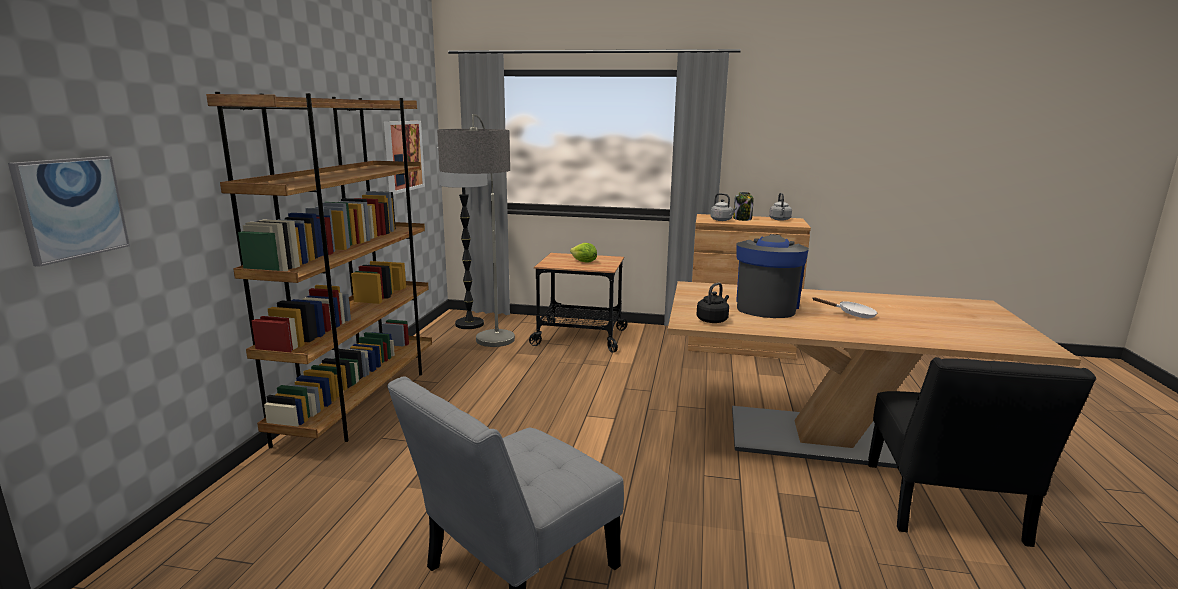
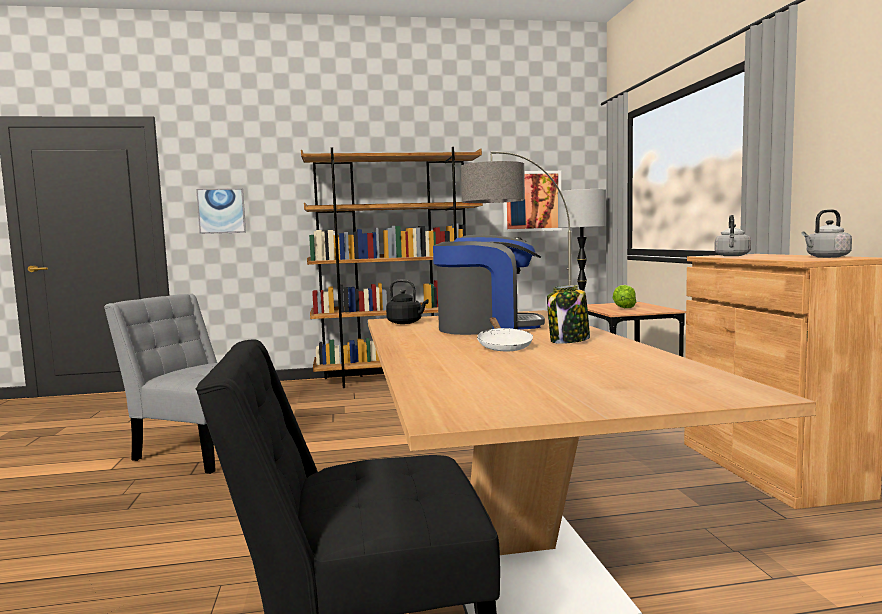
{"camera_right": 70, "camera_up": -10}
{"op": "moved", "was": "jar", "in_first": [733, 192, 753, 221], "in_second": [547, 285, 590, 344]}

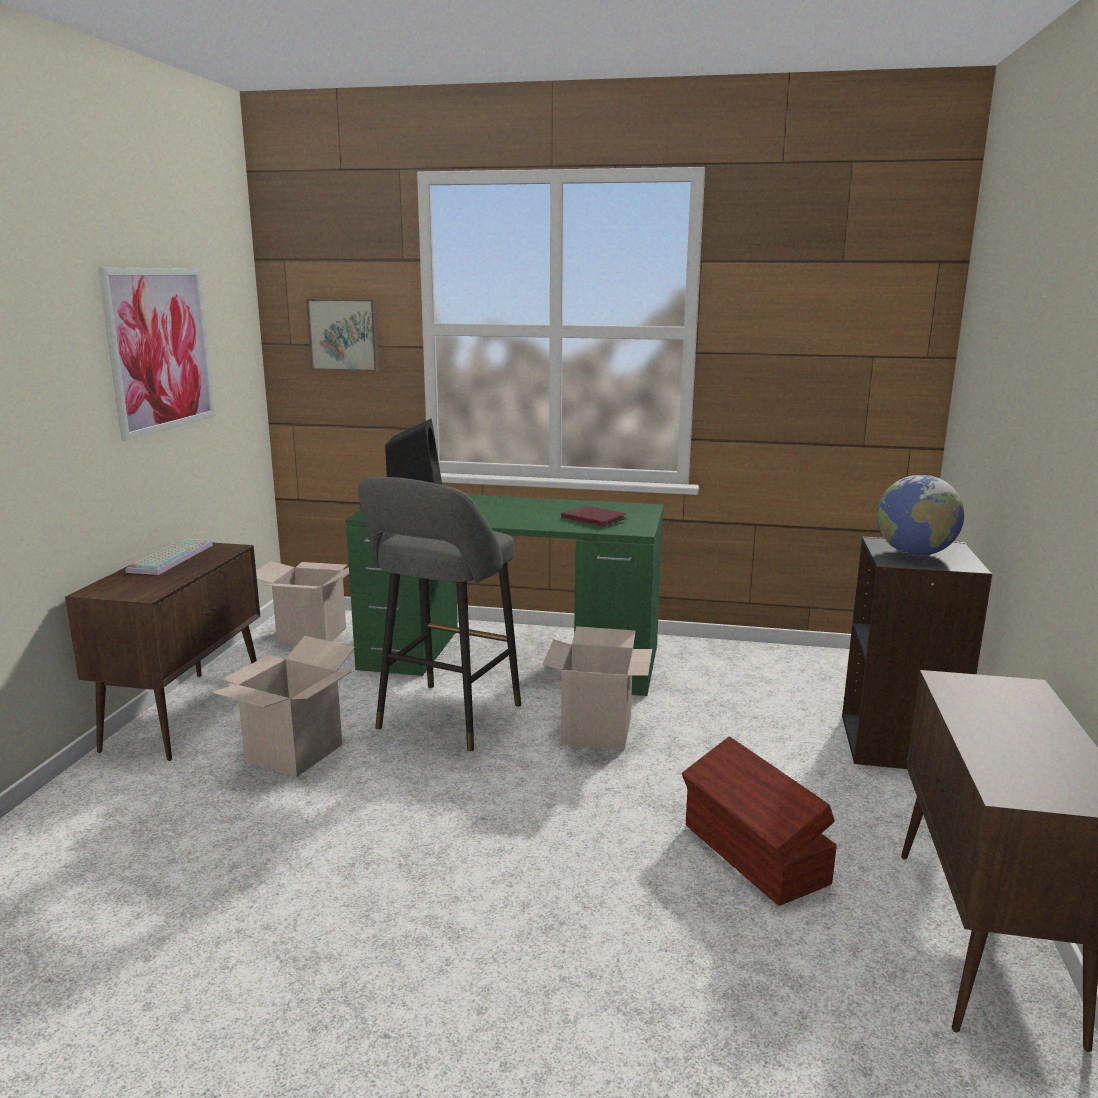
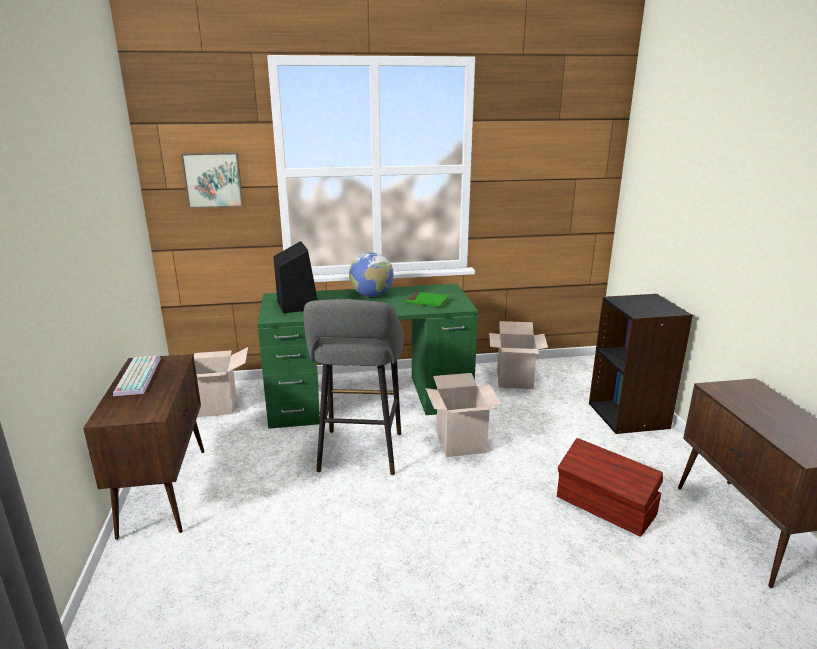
{"camera_right": -20, "camera_up": 5}
{"op": "moved", "was": "world globe", "in_first": [877, 475, 965, 556], "in_second": [349, 252, 394, 297]}
{"op": "recoloured", "was": "book (red)", "now": "book (greenish)", "in_first": [561, 505, 627, 527], "in_second": [406, 292, 449, 307]}
{"op": "moved", "was": "packing box", "in_first": [210, 636, 355, 777], "in_second": [489, 321, 548, 389]}
{"op": "removed", "was": "wall picture", "in_first": [98, 267, 215, 441]}

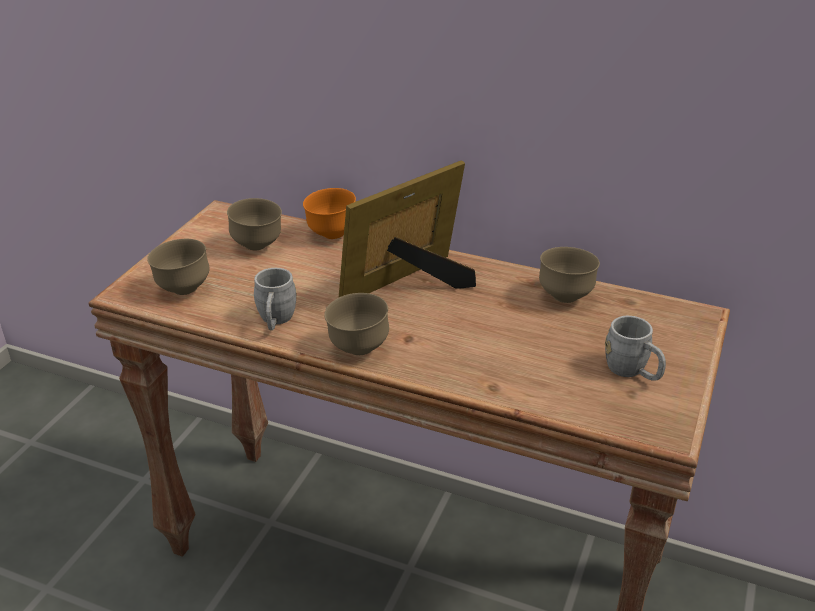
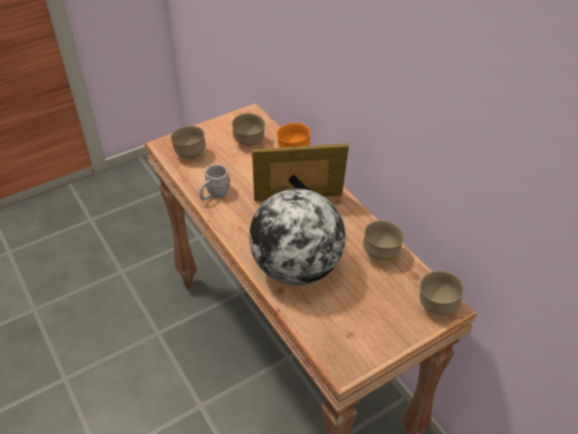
{"camera_right": 35, "camera_up": 10}
{"op": "added", "now": "world globe", "in_second": [249, 189, 345, 285]}
{"op": "moved", "was": "serving bowl (brown)", "in_first": [324, 293, 389, 355], "in_second": [420, 271, 464, 315]}
{"op": "removed", "was": "tea mug (gray)", "in_first": [605, 316, 666, 381]}

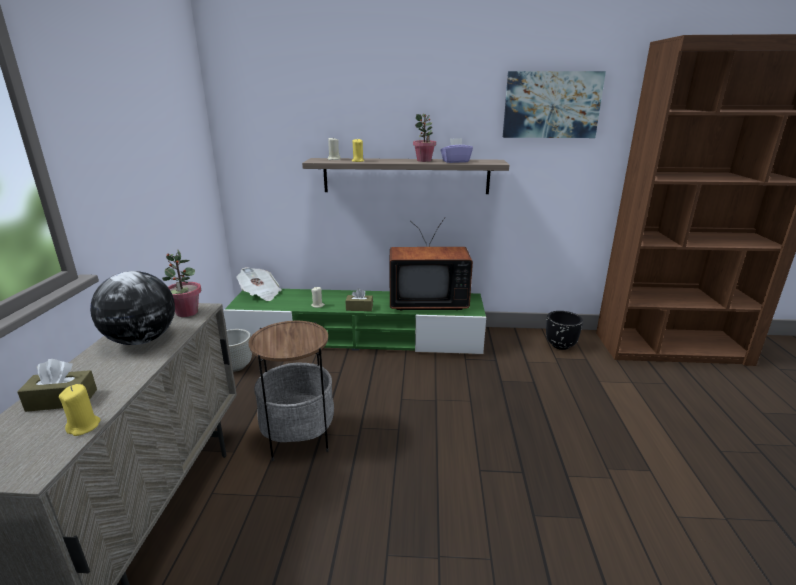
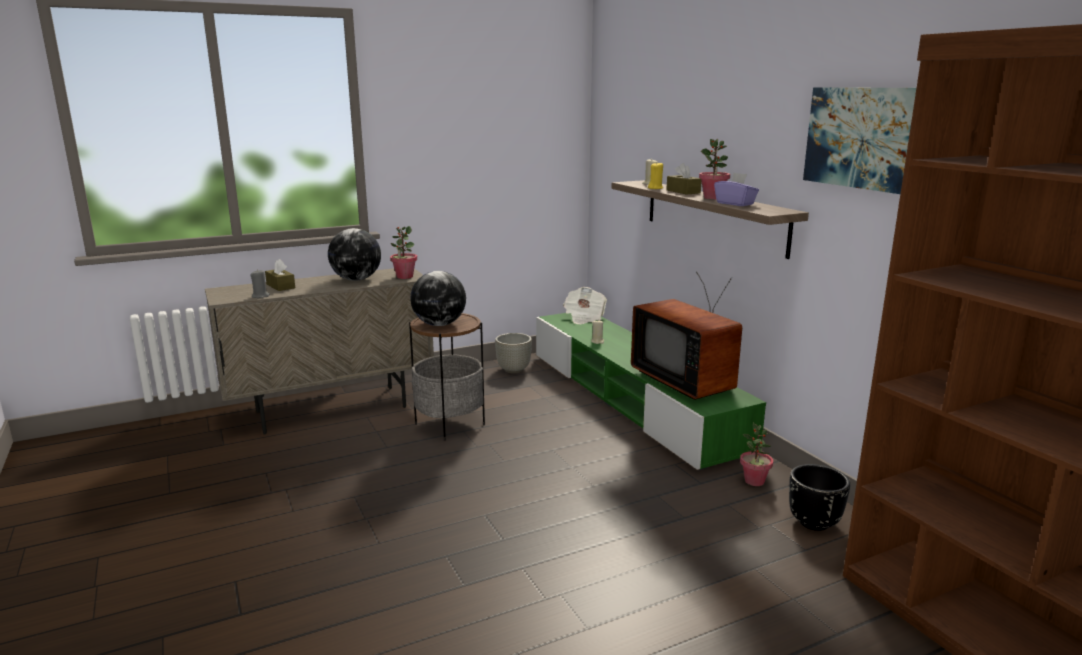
{"camera_right": 60, "camera_up": -5}
{"op": "recoloured", "was": "wax light (yellow-coloured)", "now": "wax light (gray)", "in_first": [59, 384, 101, 436], "in_second": [250, 269, 270, 298]}
{"op": "added", "now": "world globe", "in_second": [410, 271, 466, 326]}
{"op": "moved", "was": "tissue holder (brown)", "in_first": [346, 288, 373, 311], "in_second": [666, 163, 702, 195]}
{"op": "added", "now": "plant in a pot", "in_second": [740, 423, 773, 486]}

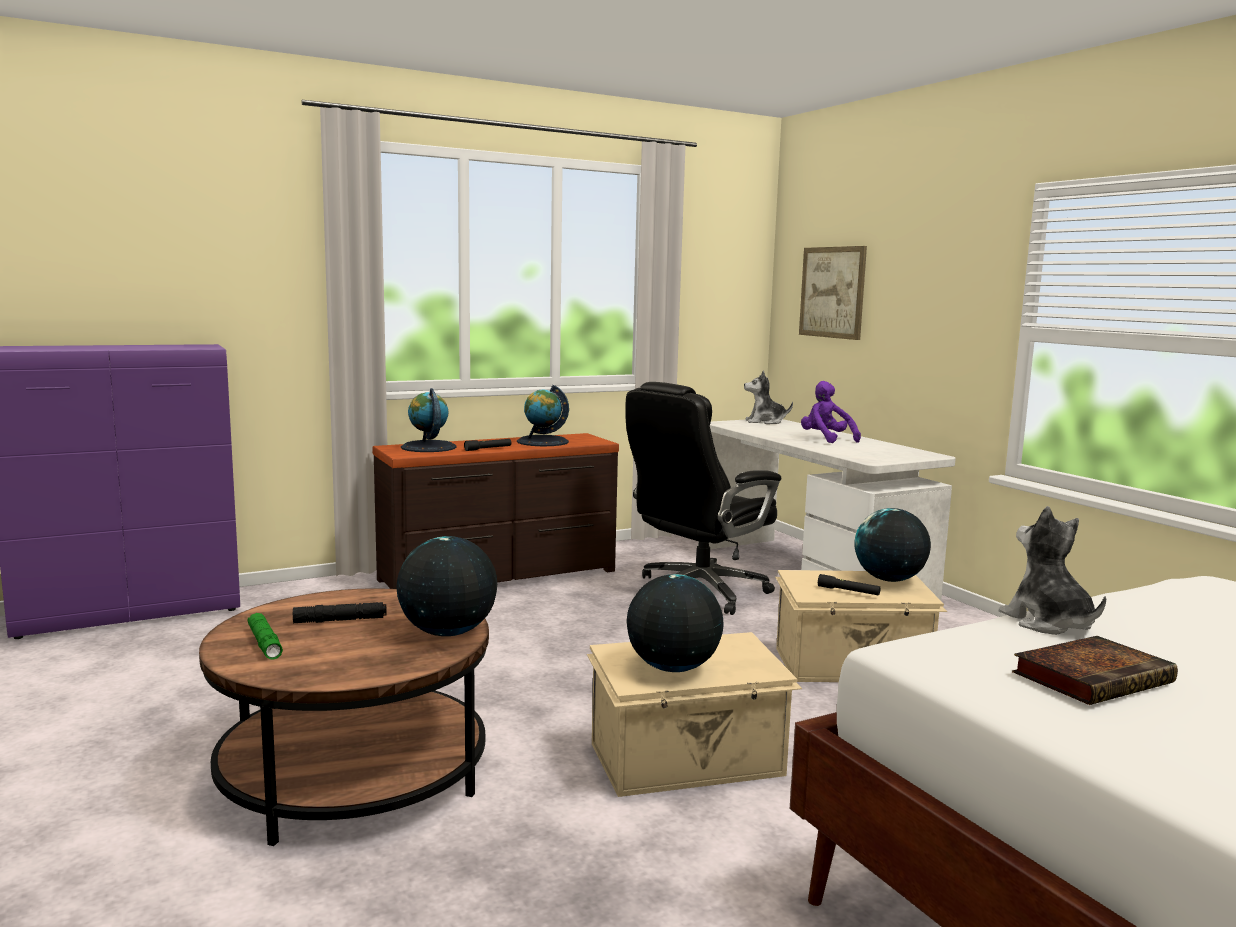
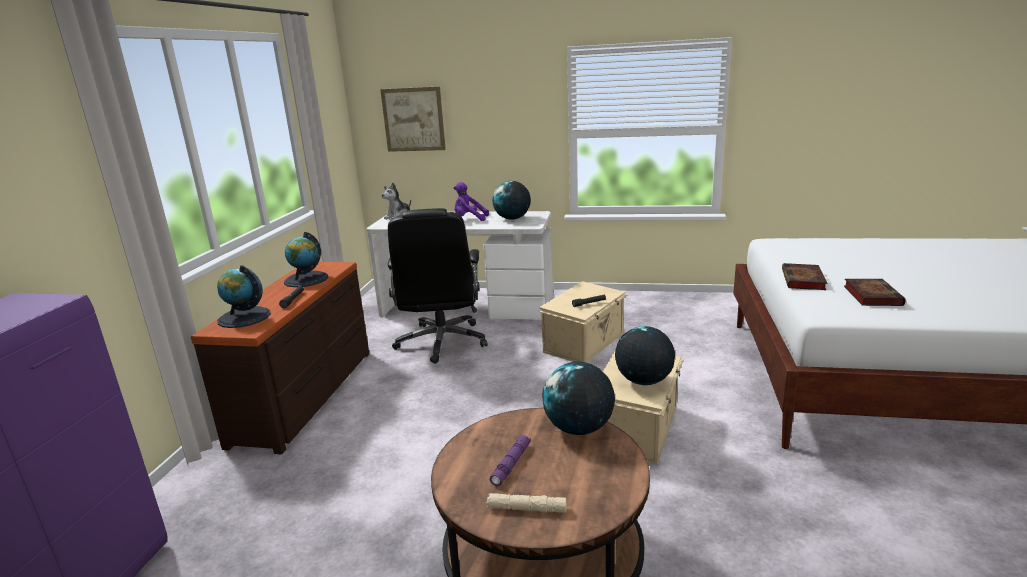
{"camera_right": -50, "camera_up": 10}
{"op": "recoloured", "was": "hand torch (greenish)", "now": "hand torch (sand-coloured)", "in_first": [248, 613, 283, 660], "in_second": [485, 493, 566, 513]}
{"op": "recoloured", "was": "hand torch (black-coloured)", "now": "hand torch (purple)", "in_first": [293, 602, 387, 623], "in_second": [489, 435, 531, 487]}
{"op": "moved", "was": "world globe", "in_first": [854, 508, 931, 582], "in_second": [492, 181, 531, 220]}
{"op": "replaced", "was": "plush toy", "now": "book", "in_first": [999, 506, 1106, 635], "in_second": [782, 263, 827, 290]}

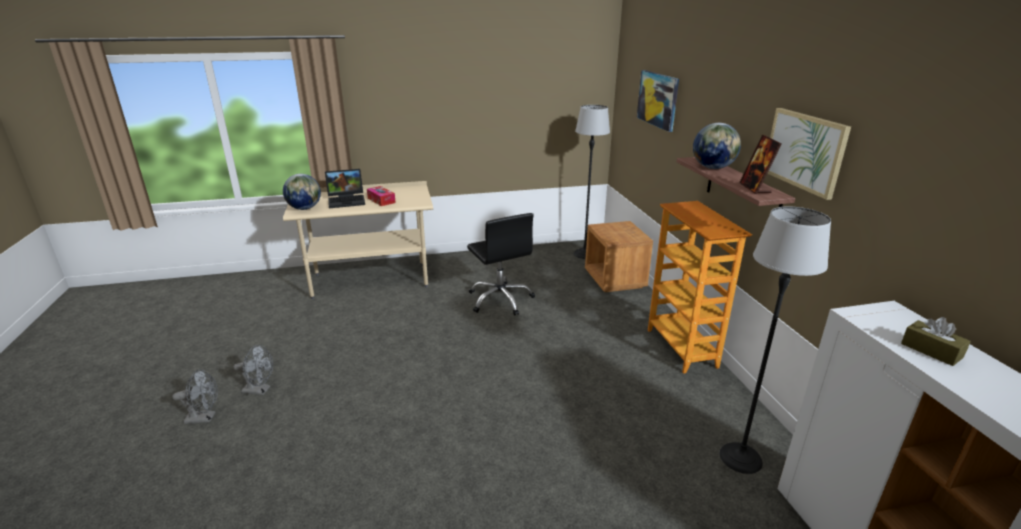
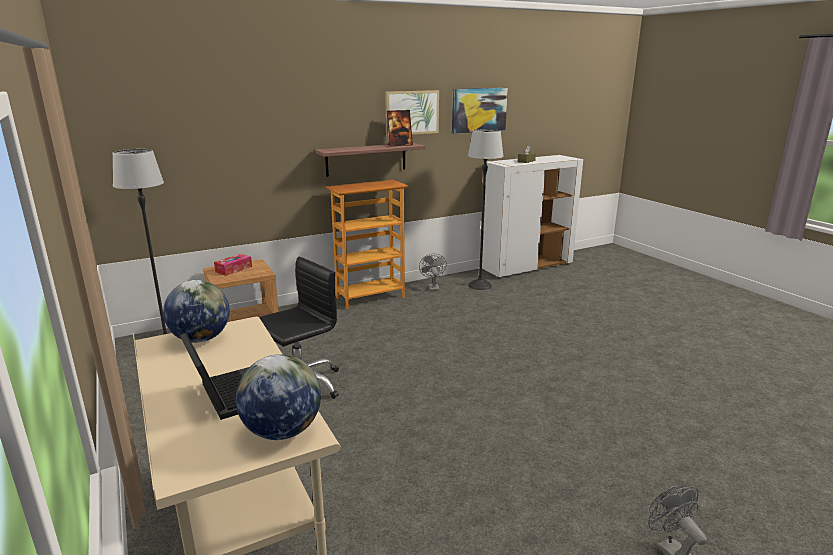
{"camera_right": -105, "camera_up": -5}
{"op": "moved", "was": "world globe", "in_first": [693, 123, 741, 169], "in_second": [163, 280, 230, 343]}
{"op": "moved", "was": "tissue holder", "in_first": [367, 186, 396, 206], "in_second": [214, 254, 252, 276]}
{"op": "moved", "was": "electric fan (gray)", "in_first": [234, 345, 273, 395], "in_second": [419, 254, 446, 291]}
{"op": "moved", "was": "wall picture", "in_first": [637, 70, 679, 132], "in_second": [452, 88, 508, 134]}

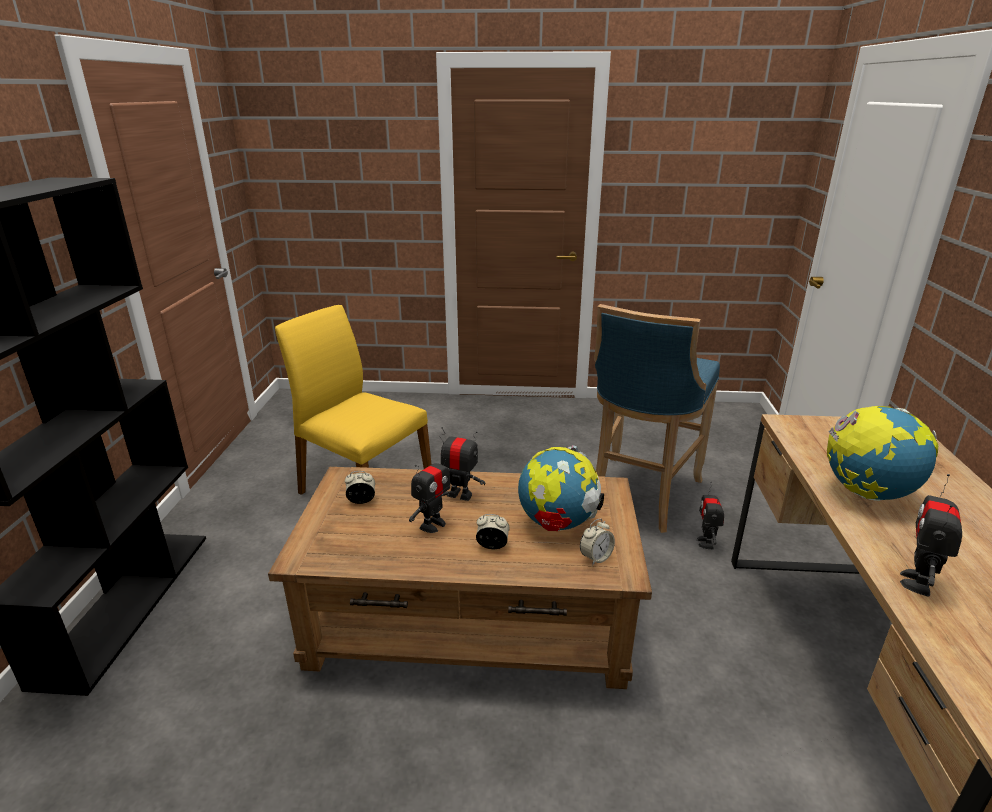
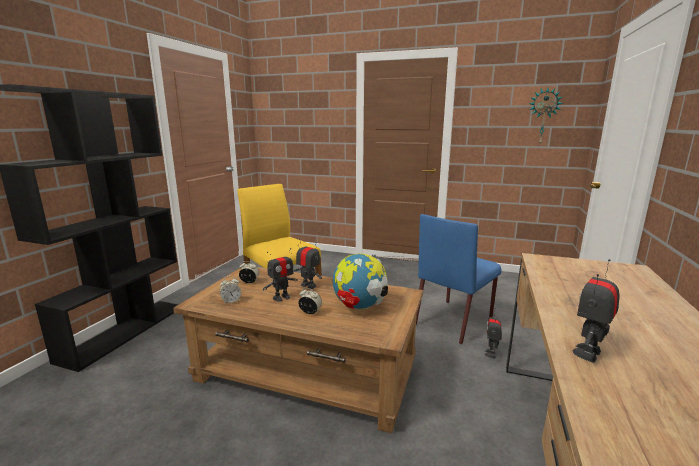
{"camera_right": 15, "camera_up": -10}
{"op": "moved", "was": "bedside clock", "in_first": [580, 518, 615, 566], "in_second": [220, 276, 241, 304]}
{"op": "replaced", "was": "sitting stool (bluish)", "now": "upright chair (bluish)", "in_first": [594, 304, 720, 533], "in_second": [416, 214, 502, 344]}
{"op": "added", "now": "clock on the wall", "in_second": [529, 87, 563, 144]}
{"op": "removed", "was": "world globe", "in_first": [827, 406, 938, 501]}

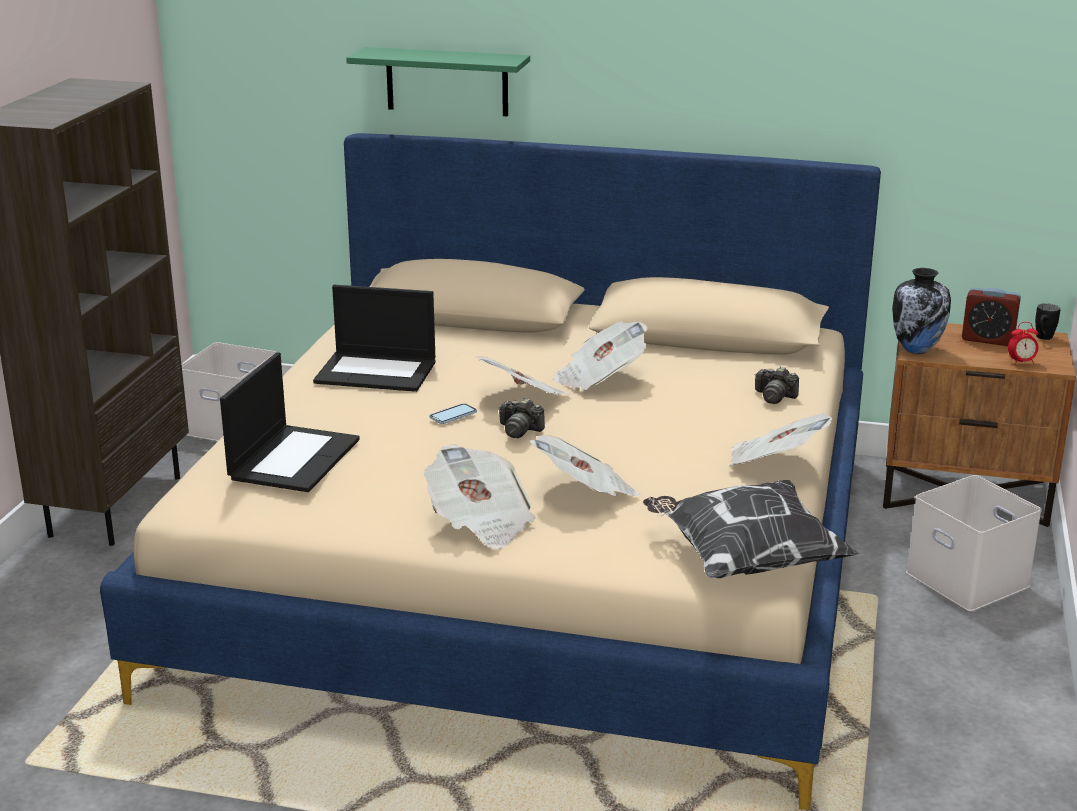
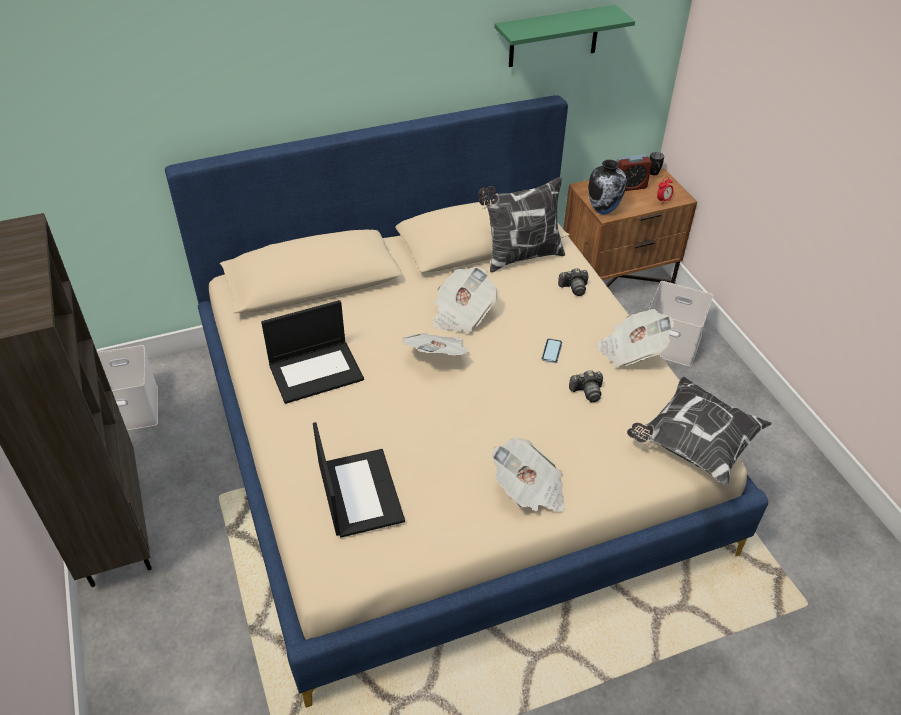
{"camera_right": -35, "camera_up": 20}
{"op": "added", "now": "throw pillow", "in_second": [478, 177, 565, 272]}
{"op": "moved", "was": "wall shelf (greenish)", "in_first": [346, 47, 530, 116], "in_second": [495, 5, 635, 67]}
{"op": "moved", "was": "phone", "in_first": [430, 403, 477, 424], "in_second": [542, 338, 562, 363]}
{"op": "moved", "was": "still camera", "in_first": [499, 398, 545, 438], "in_second": [569, 370, 603, 402]}
{"op": "removed", "was": "printed paper", "in_first": [530, 435, 641, 496]}

